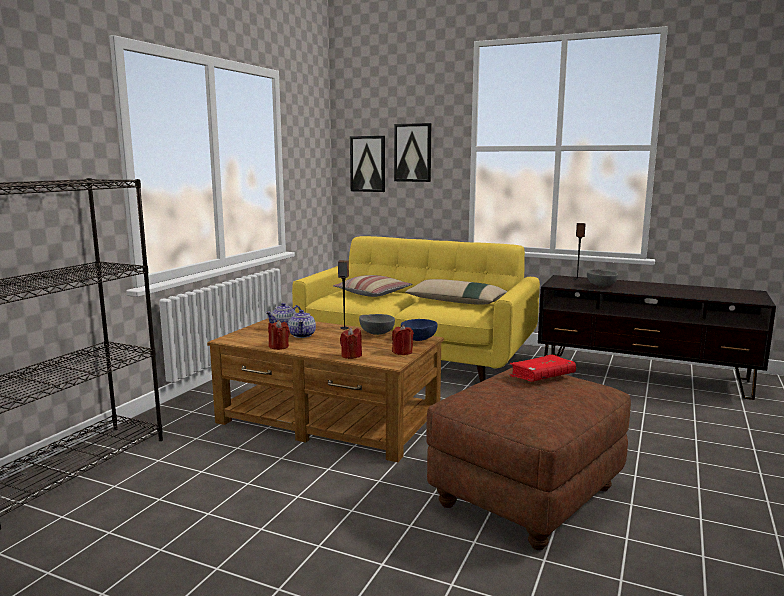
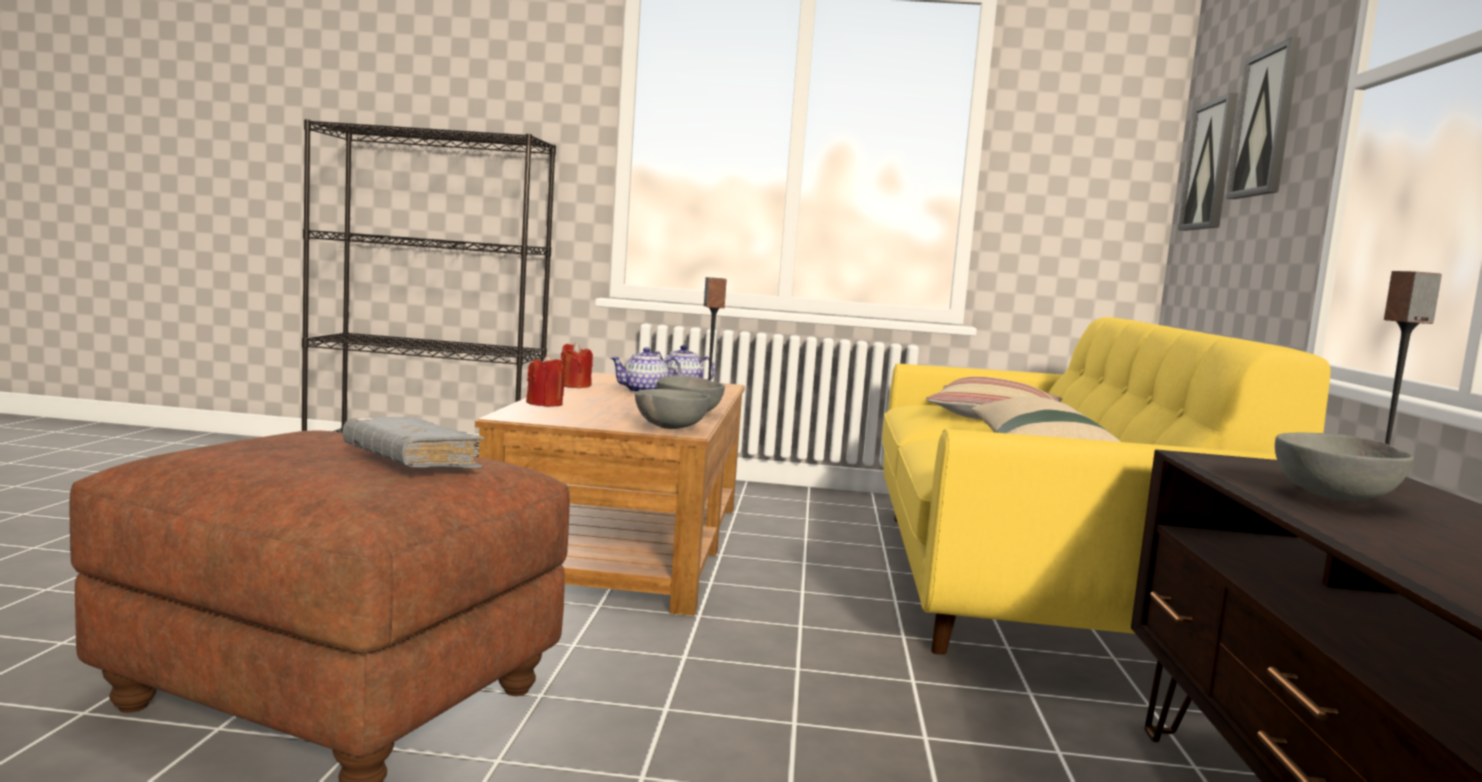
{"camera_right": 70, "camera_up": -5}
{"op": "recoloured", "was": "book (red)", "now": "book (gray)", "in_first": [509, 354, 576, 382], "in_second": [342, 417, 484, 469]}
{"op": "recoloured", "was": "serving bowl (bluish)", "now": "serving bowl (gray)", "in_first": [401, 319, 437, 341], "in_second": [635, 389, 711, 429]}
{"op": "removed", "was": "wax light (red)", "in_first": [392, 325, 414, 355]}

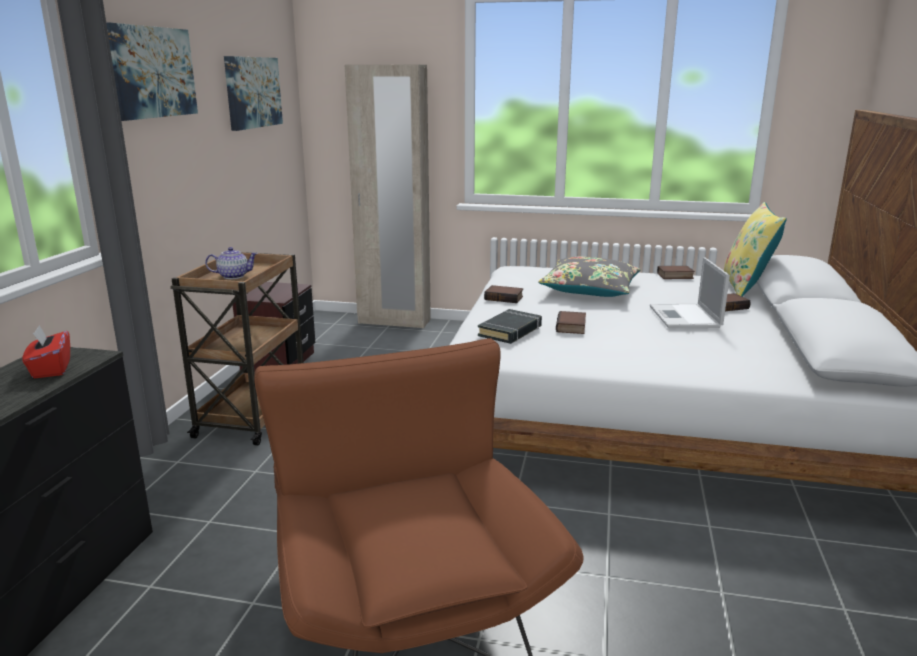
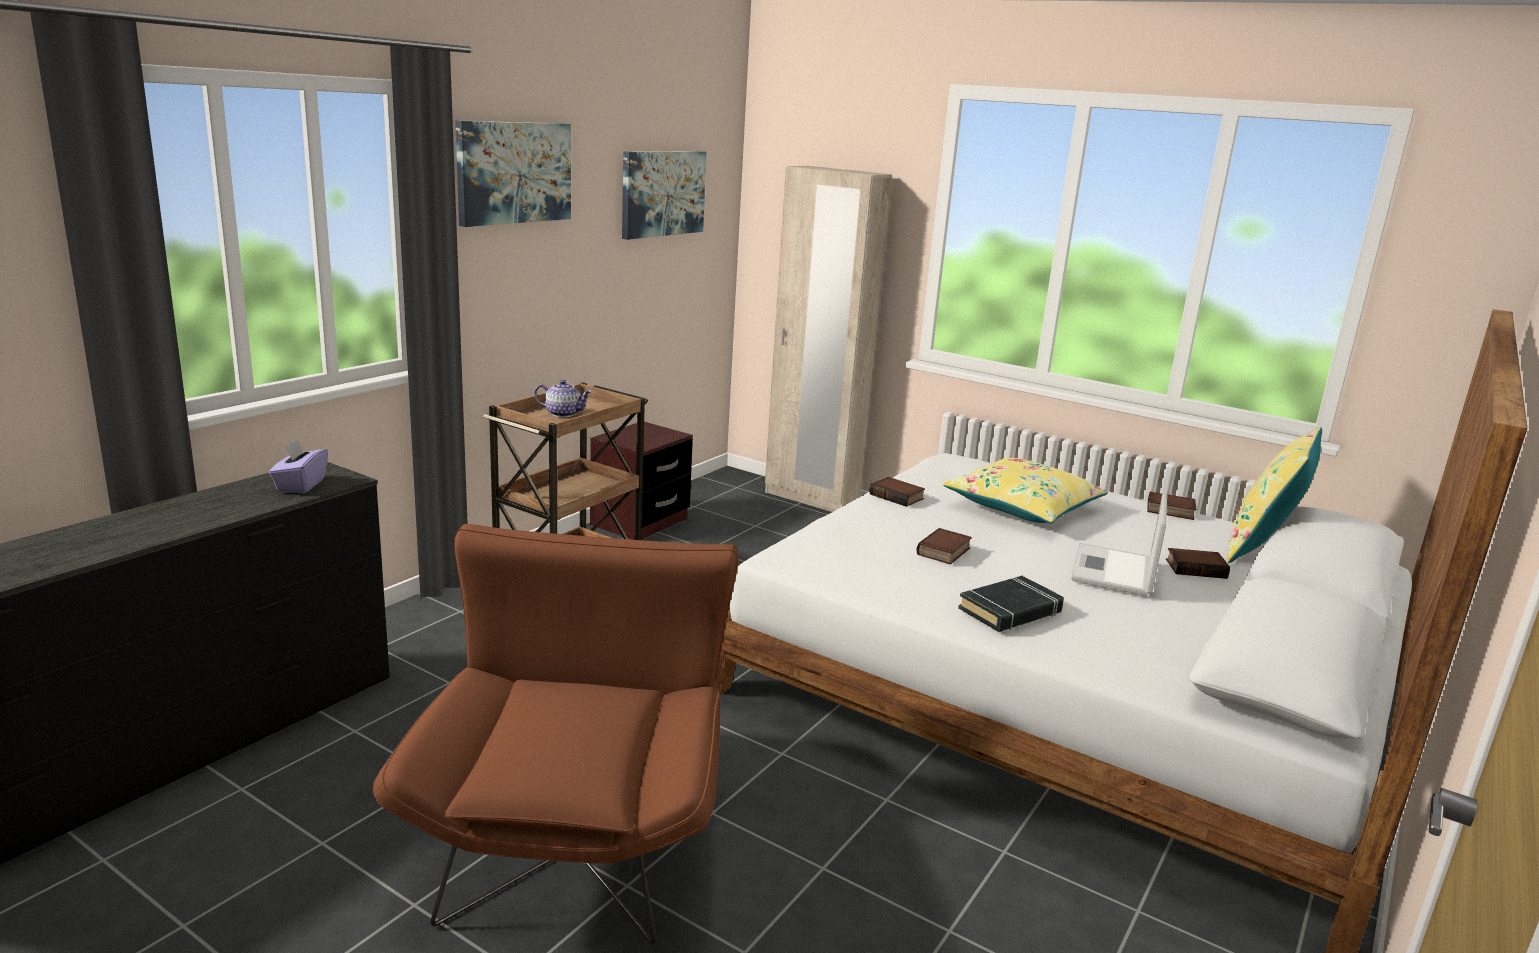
{"camera_right": 20, "camera_up": 0}
{"op": "recoloured", "was": "tissue holder (red)", "now": "tissue holder (purple)", "in_first": [22, 325, 70, 379], "in_second": [269, 439, 328, 493]}
{"op": "recoloured", "was": "throw pillow (gray)", "now": "throw pillow (yellow-coloured)", "in_first": [538, 257, 640, 297], "in_second": [943, 458, 1108, 523]}
{"op": "moved", "was": "book (black-coloured)", "in_first": [478, 309, 542, 344], "in_second": [958, 576, 1064, 632]}

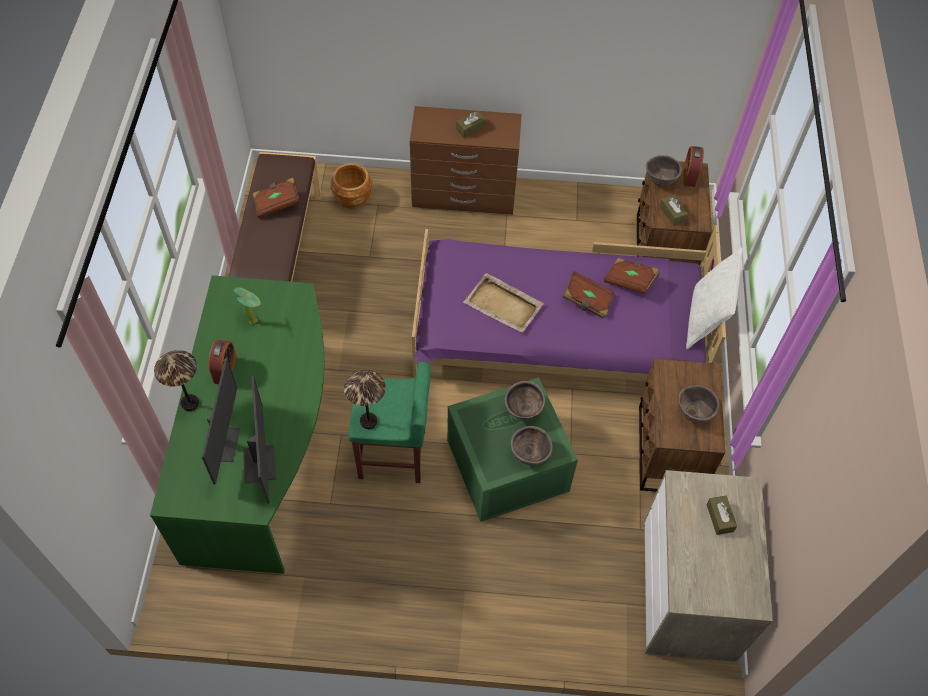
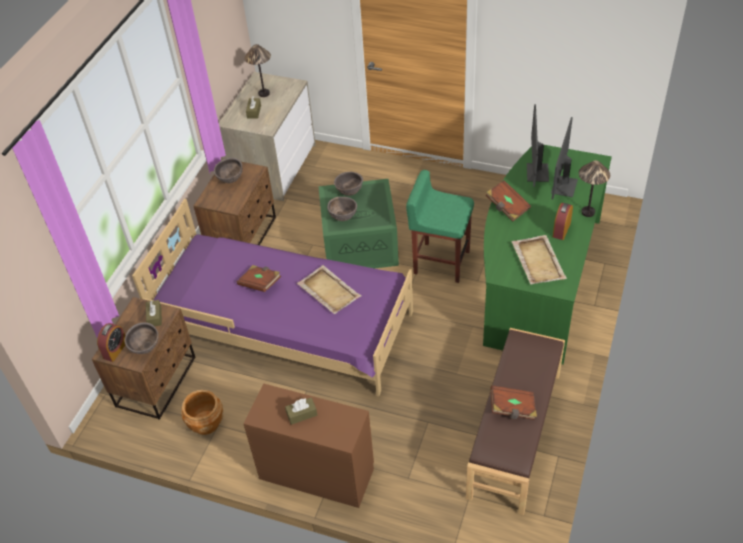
{"camera_right": -160, "camera_up": -10}
{"op": "moved", "was": "flower pot (brown)", "in_first": [331, 163, 372, 209], "in_second": [181, 390, 223, 435]}
{"op": "moved", "was": "lamp for a table", "in_first": [344, 370, 386, 429], "in_second": [245, 44, 271, 97]}
{"op": "moved", "was": "book (brown)", "in_first": [604, 258, 659, 294], "in_second": [485, 180, 531, 222]}
{"op": "replaced", "was": "plant in a pot", "now": "carrying tray (sand-coloured)", "in_first": [234, 287, 261, 325], "in_second": [511, 235, 567, 285]}
{"op": "removed", "was": "throw pillow (whitish)", "in_first": [686, 247, 742, 349]}

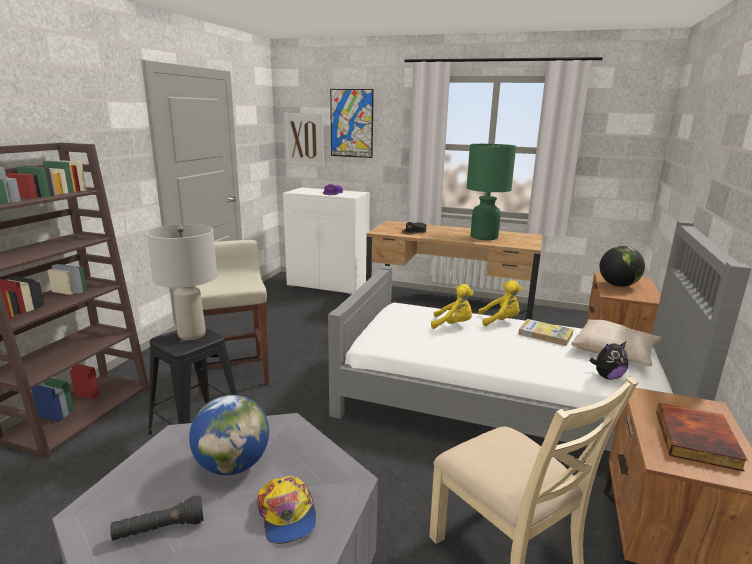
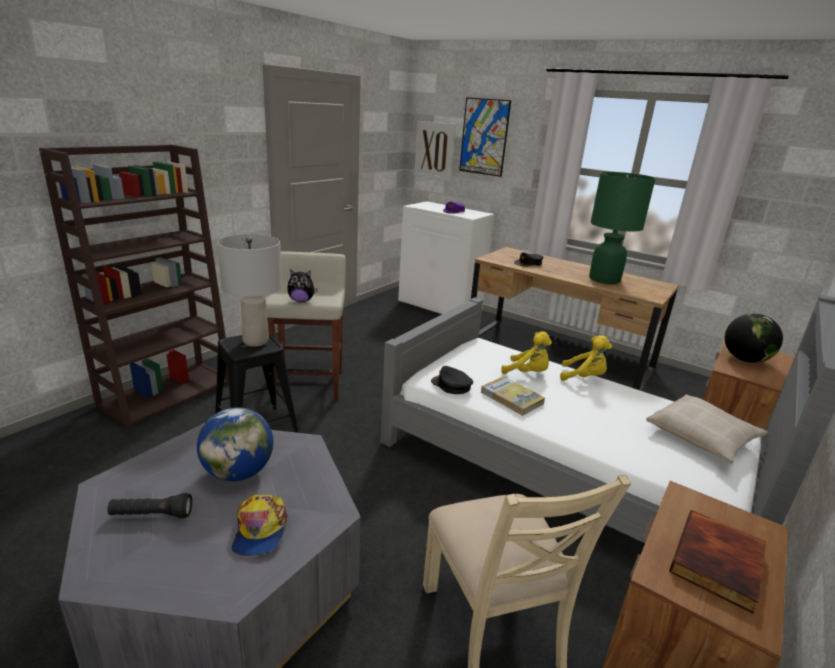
{"camera_right": 15, "camera_up": 5}
{"op": "moved", "was": "plush toy", "in_first": [589, 341, 628, 380], "in_second": [287, 269, 318, 303]}
{"op": "added", "now": "baseball cap (black-coloured)", "in_second": [431, 366, 473, 394]}
{"op": "moved", "was": "book", "in_first": [518, 319, 574, 346], "in_second": [481, 376, 545, 416]}

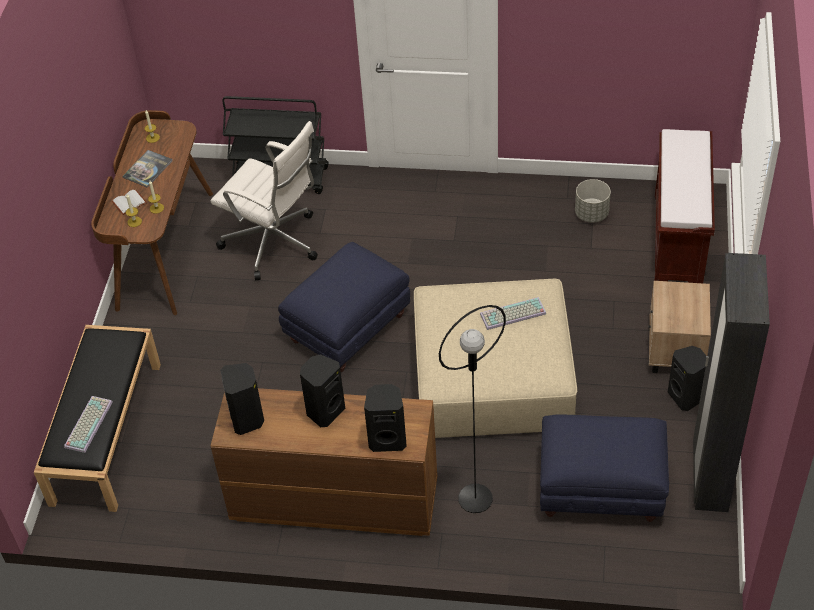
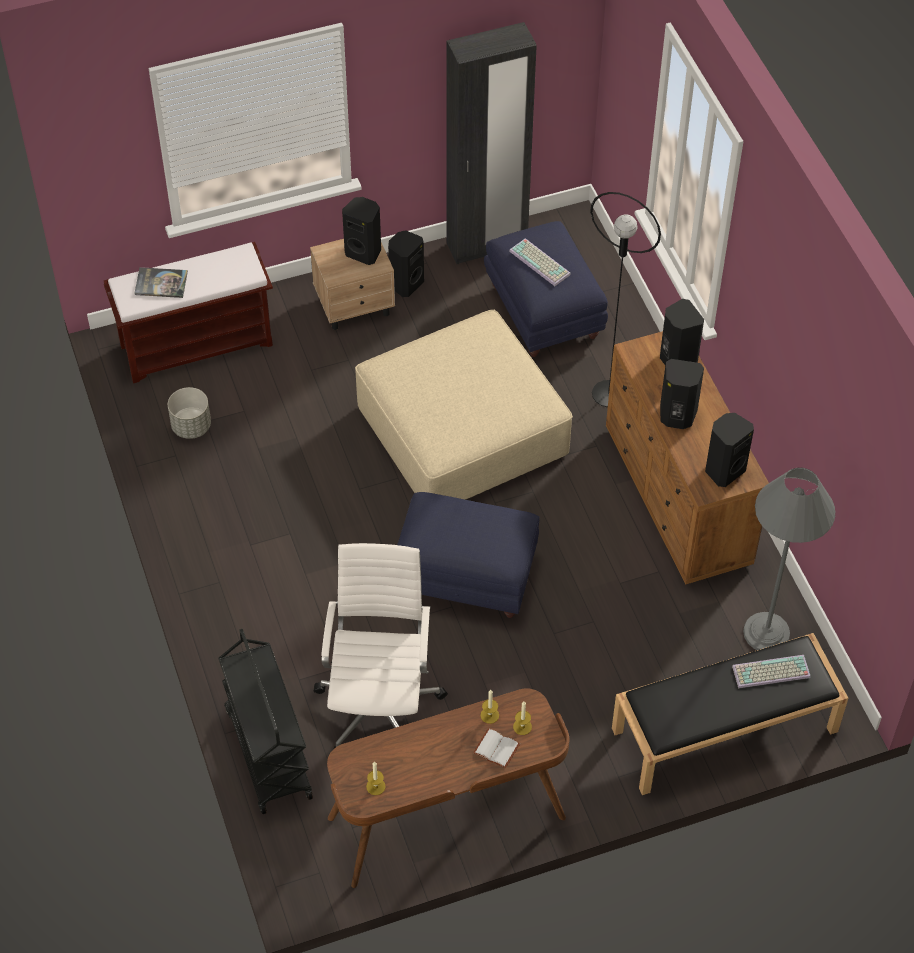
{"camera_right": -120, "camera_up": 5}
{"op": "moved", "was": "book", "in_first": [122, 150, 172, 188], "in_second": [134, 267, 188, 298]}
{"op": "added", "now": "audio speaker (black-coloured)", "in_second": [342, 197, 381, 265]}
{"op": "moved", "was": "computer keyboard", "in_first": [480, 297, 546, 330], "in_second": [509, 238, 571, 286]}
{"op": "added", "now": "standard lamp (gray)", "in_second": [743, 467, 836, 650]}

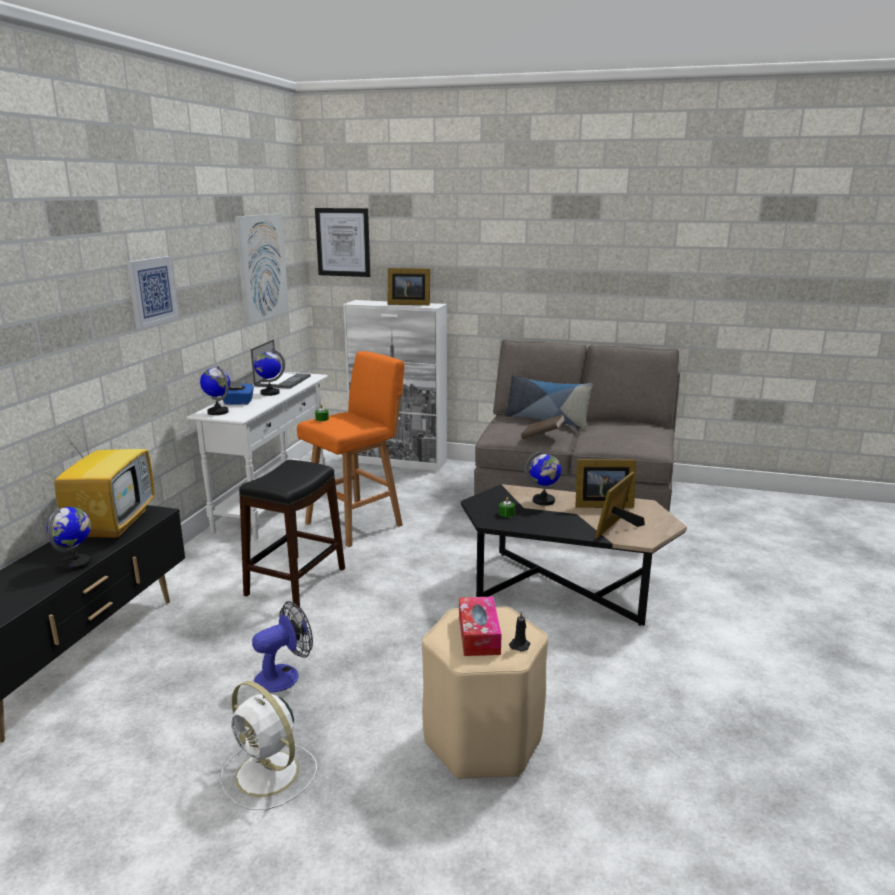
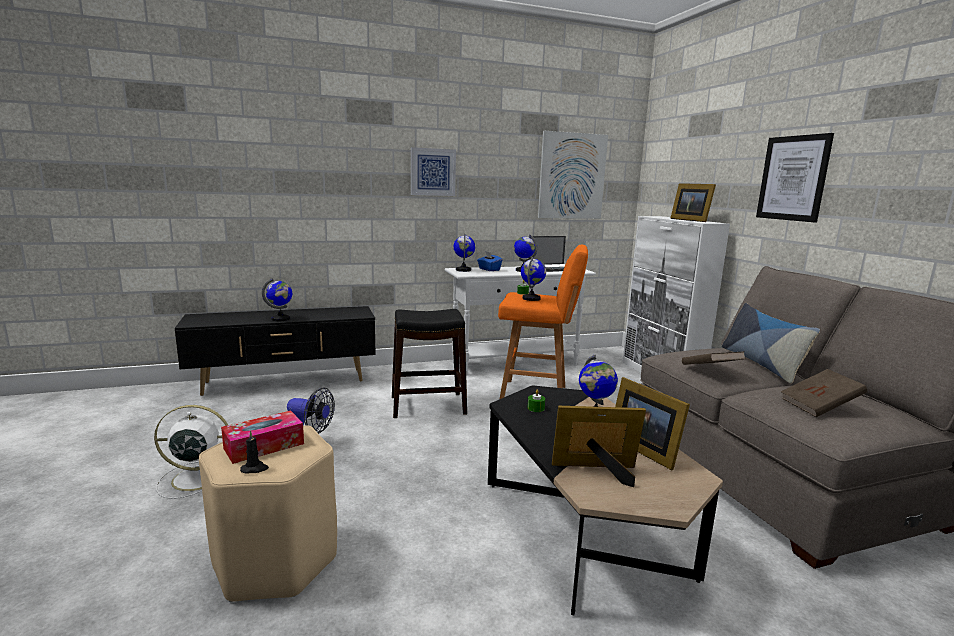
{"camera_right": 55, "camera_up": -5}
{"op": "turned", "was": "electric fan (whitish)", "in_first": [220, 681, 317, 810], "in_second": [154, 405, 228, 499], "clockwise": 75}
{"op": "added", "now": "world globe", "in_second": [521, 257, 546, 301]}
{"op": "moved", "was": "wall picture", "in_first": [315, 208, 370, 277], "in_second": [756, 133, 834, 223]}
{"op": "added", "now": "book (brown)", "in_second": [781, 369, 867, 417]}
{"op": "removed", "was": "TV set", "in_first": [54, 408, 154, 540]}

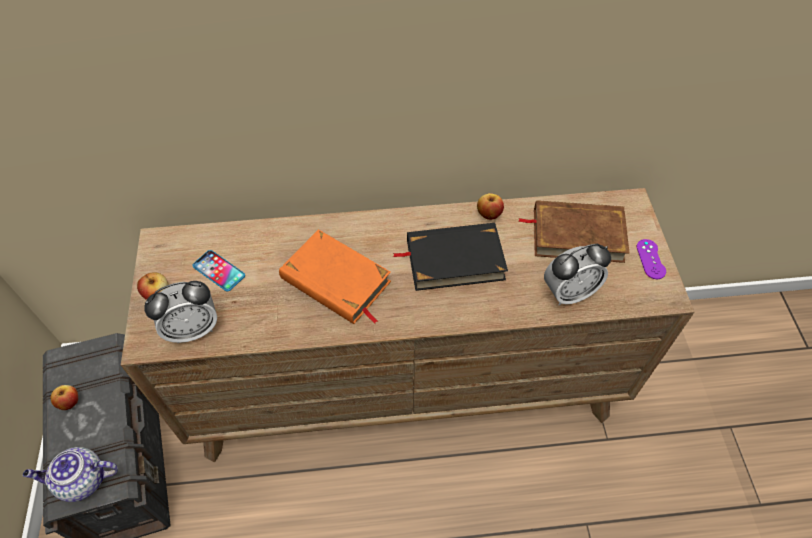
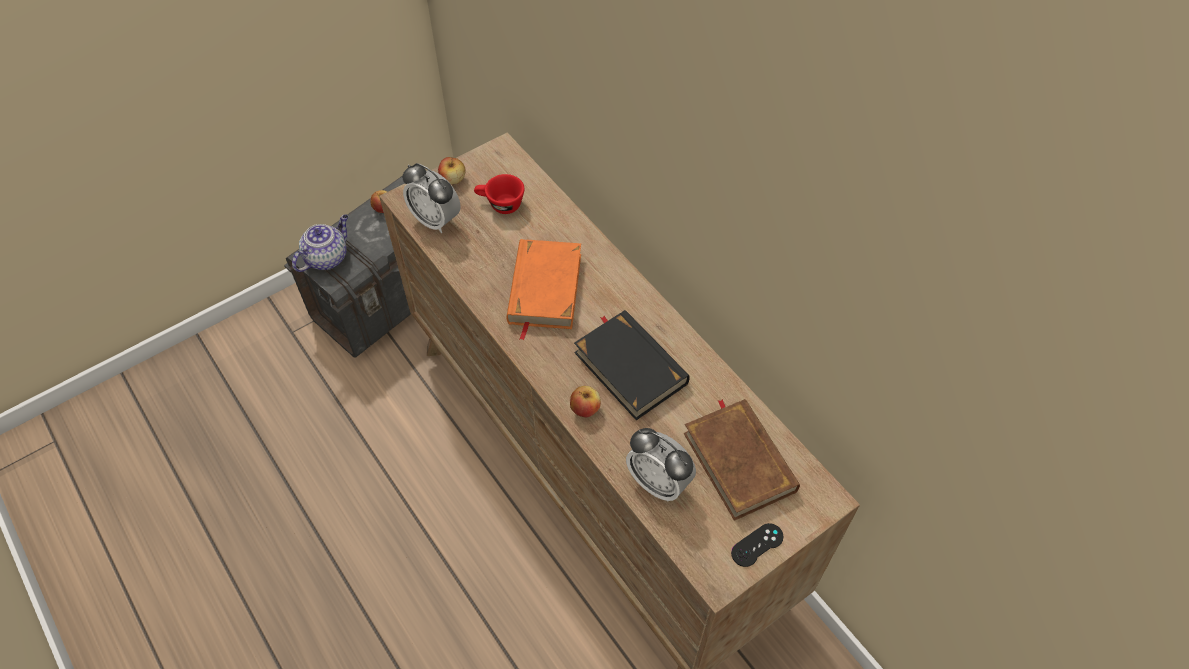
{"camera_right": 60, "camera_up": 0}
{"op": "turned", "was": "pot for tea", "in_first": [23, 447, 118, 502], "in_second": [292, 214, 348, 272], "clockwise": 75}
{"op": "replaced", "was": "phone", "now": "drinking cup (red)", "in_first": [192, 250, 245, 291], "in_second": [474, 174, 524, 214]}
{"op": "moved", "was": "apple fruit", "in_first": [477, 193, 504, 220], "in_second": [570, 386, 601, 417]}
{"op": "recoloured", "was": "gamepad (purple)", "now": "gamepad (black-coloured)", "in_first": [636, 239, 666, 279], "in_second": [731, 523, 783, 567]}

